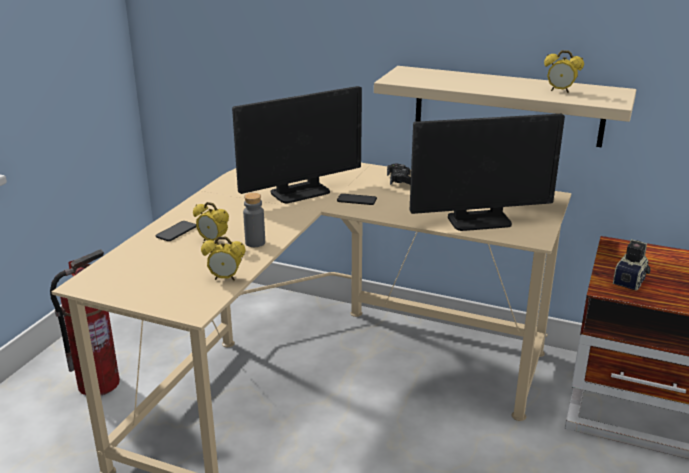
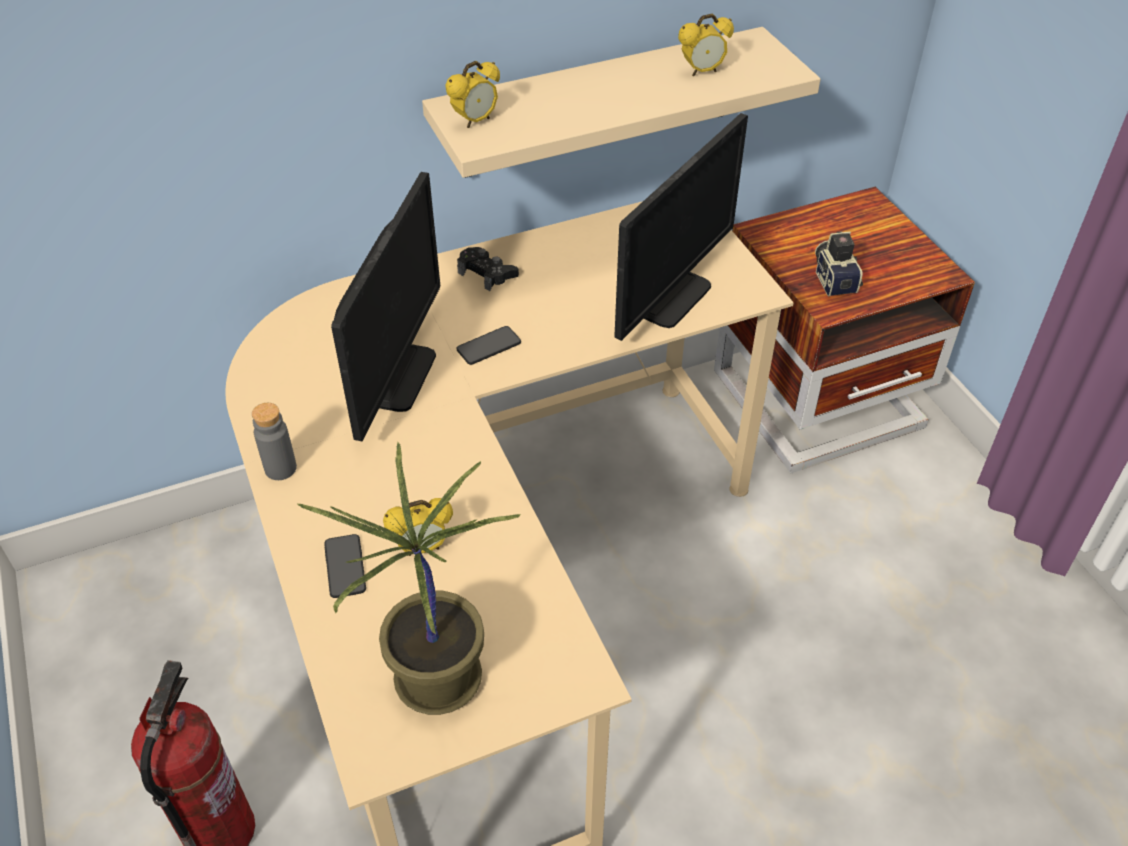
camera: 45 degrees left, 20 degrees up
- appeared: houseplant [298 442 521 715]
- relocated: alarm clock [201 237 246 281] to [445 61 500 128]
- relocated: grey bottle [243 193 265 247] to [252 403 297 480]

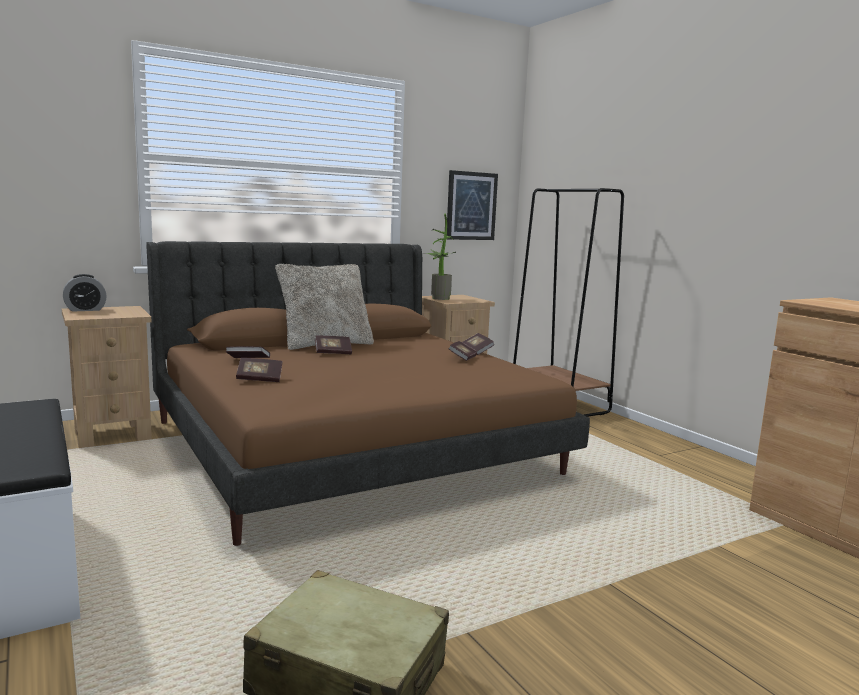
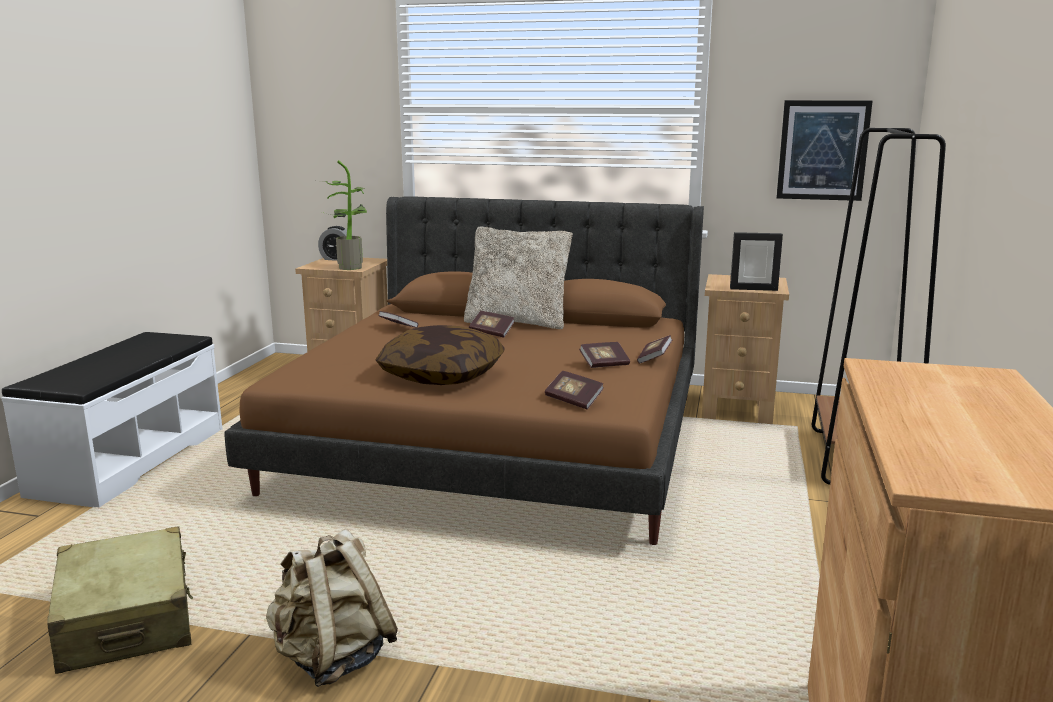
camera: 45 degrees right, 5 degrees up
- appeared: beige backpack [266 529 398 687]
- appeared: cushion [375 325 505 385]
- appeared: photo frame [730 232 783 291]
- relocated: volume [236 358 283 382] to [545 371 604 409]
- relocated: houseplant [424 214 456 300] to [316 160 367 270]

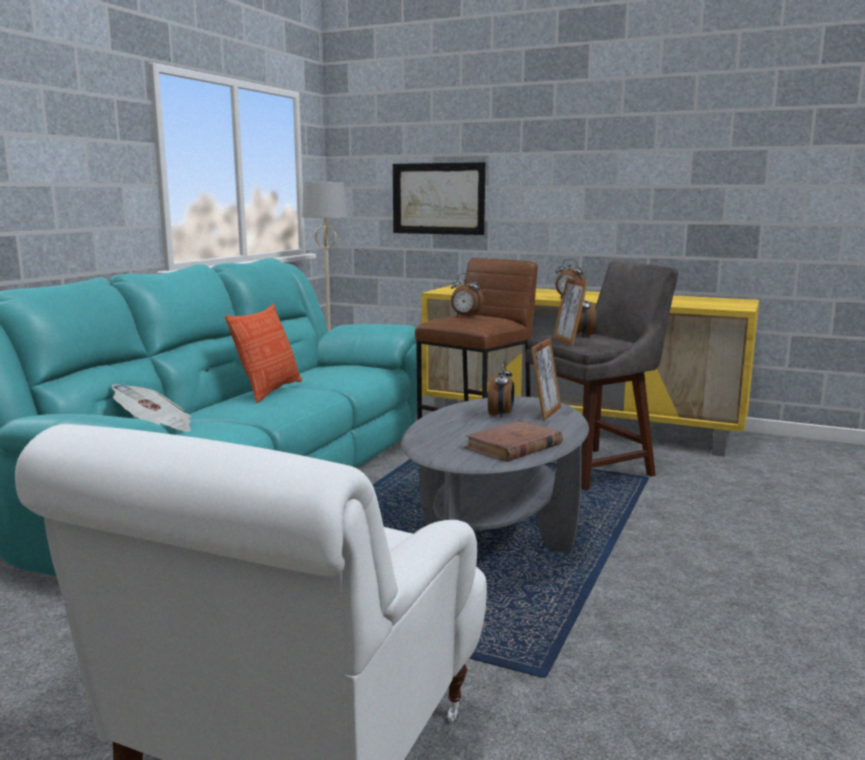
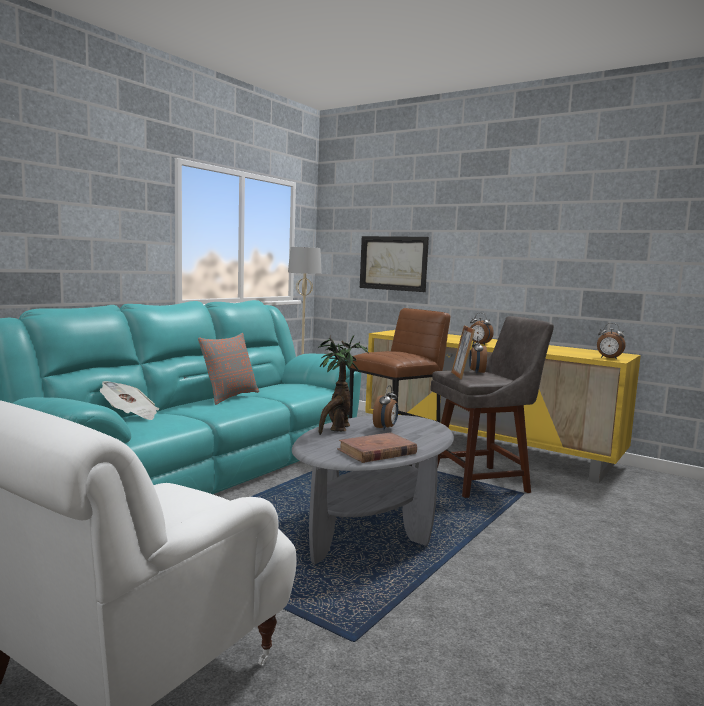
camera: 10 degrees right, 5 degrees down
- missing: photo frame [531 338 561 421]
- appeared: houseplant [318 335 369 435]
- relocated: alarm clock [451 273 484 317] to [597 323 626 359]
- colour: orangey cushion [225 304 302 403] to grey cushion [198 333 259 405]

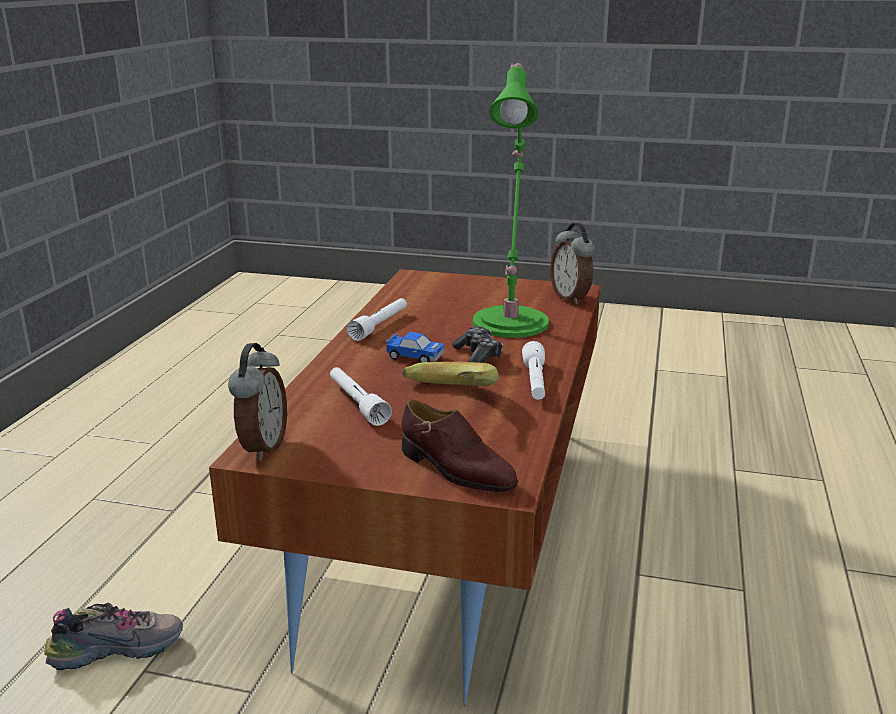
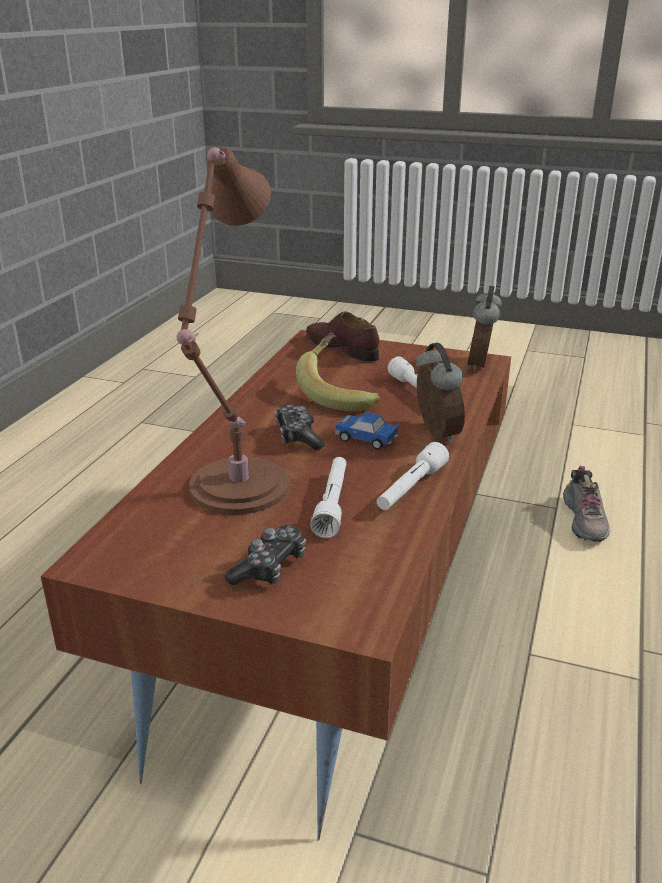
camera: 175 degrees left, 5 degrees up
- appeared: gamepad [225 525 306 585]
- relocated: white-coloured hand torch [522 341 545 400] to [310 457 347 538]
- relocated: alarm clock [550 223 595 305] to [416 343 465 444]
- colour: green table lamp [473 63 549 338] to brown-coloured table lamp [176 147 290 515]
- spun: low shoe [44 602 183 670] = [563 466 610 542] 75 degrees counterclockwise

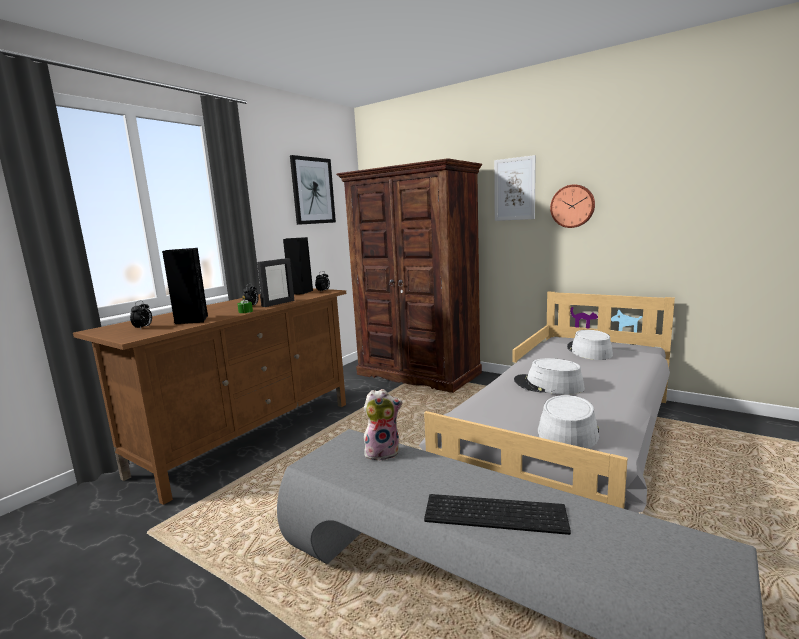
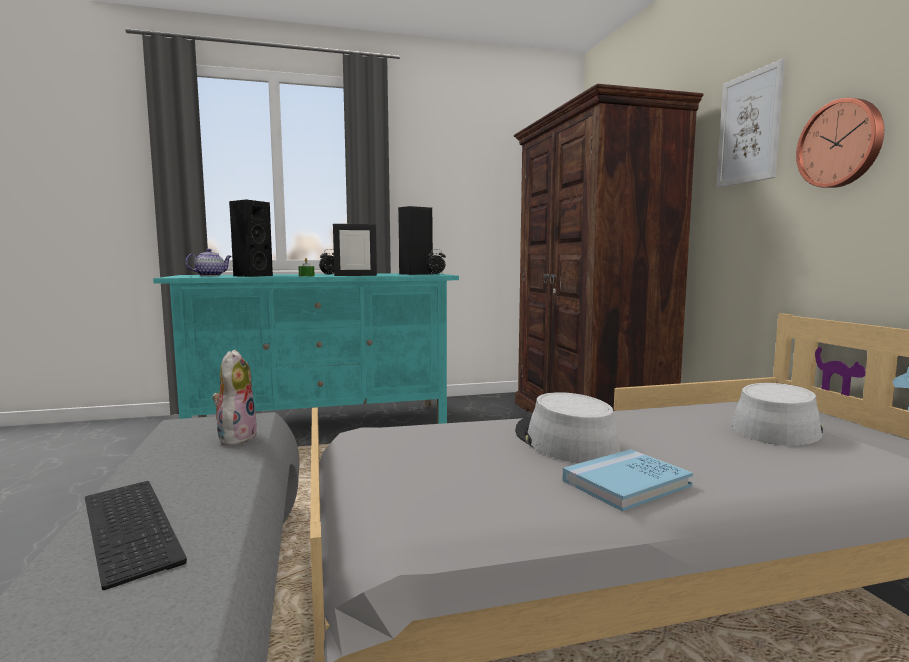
camera: 40 degrees right, 5 degrees down
- missing: picture [290 155 336 225]
- missing: grey clothing hat [538 395 599 449]
- appeared: blue volume [562 449 693 511]
- exchanged: alarm clock [130 300 152 329] to tea pot [185 249 232 276]
- colour: brown-coloured drawer chest [73 288 346 505] to turquoise drawer chest [153 273 459 424]
- spun: cuddly toy [363 389 403 462] = [212 349 258 446] 120 degrees counterclockwise

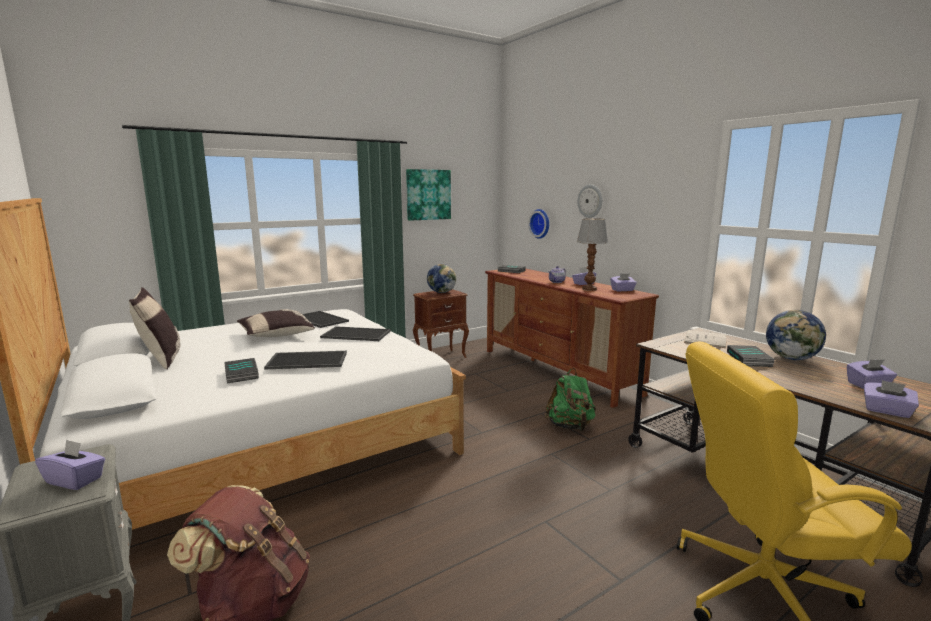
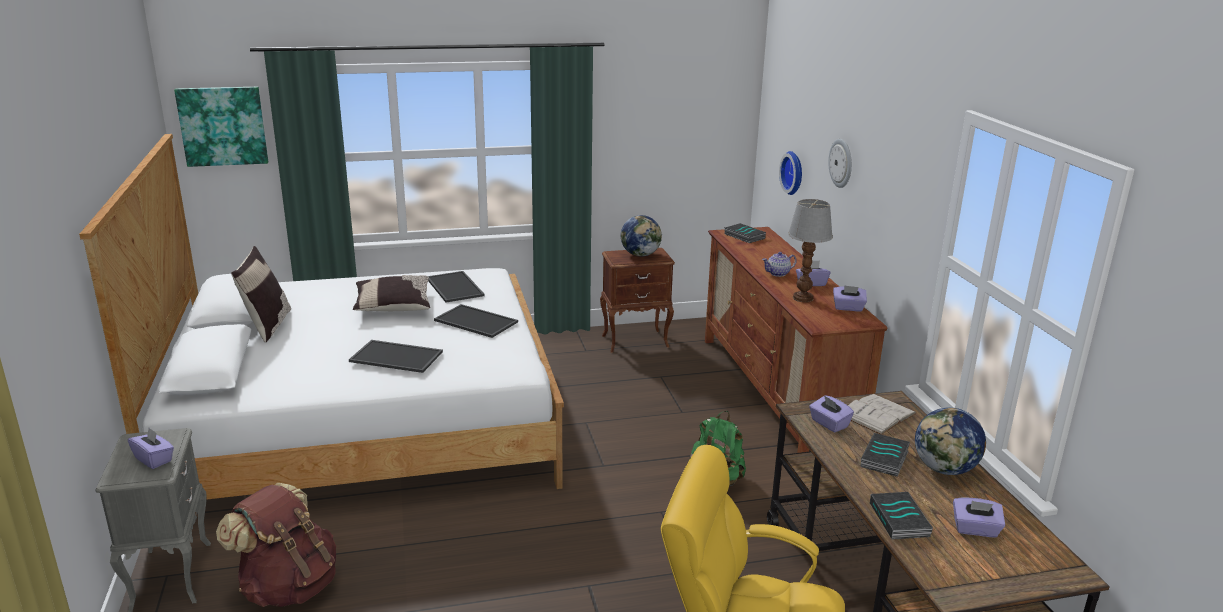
camera: 20 degrees right, 10 degrees up
- relocated: volume [224 358 259 383] to [870 492 933 540]
- relocated: picture [406 169 451 221] to [174 87 268 167]
- relocated: purple-coloured tissue box [864 380 919 418] to [809 395 854 432]

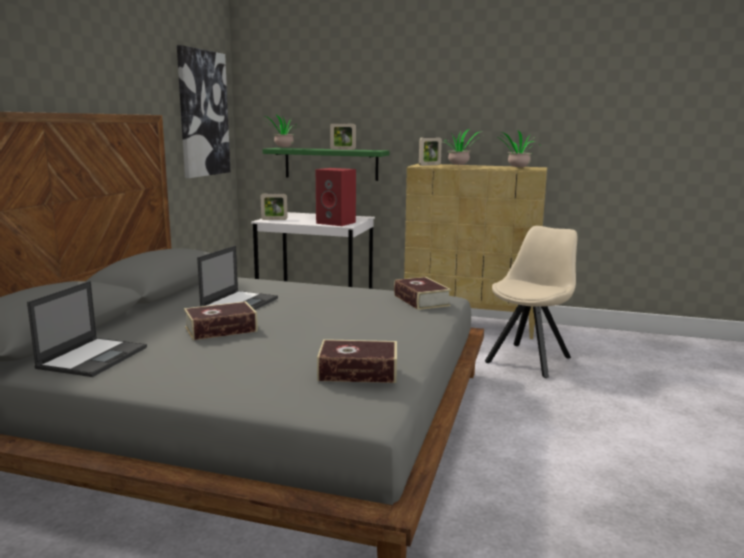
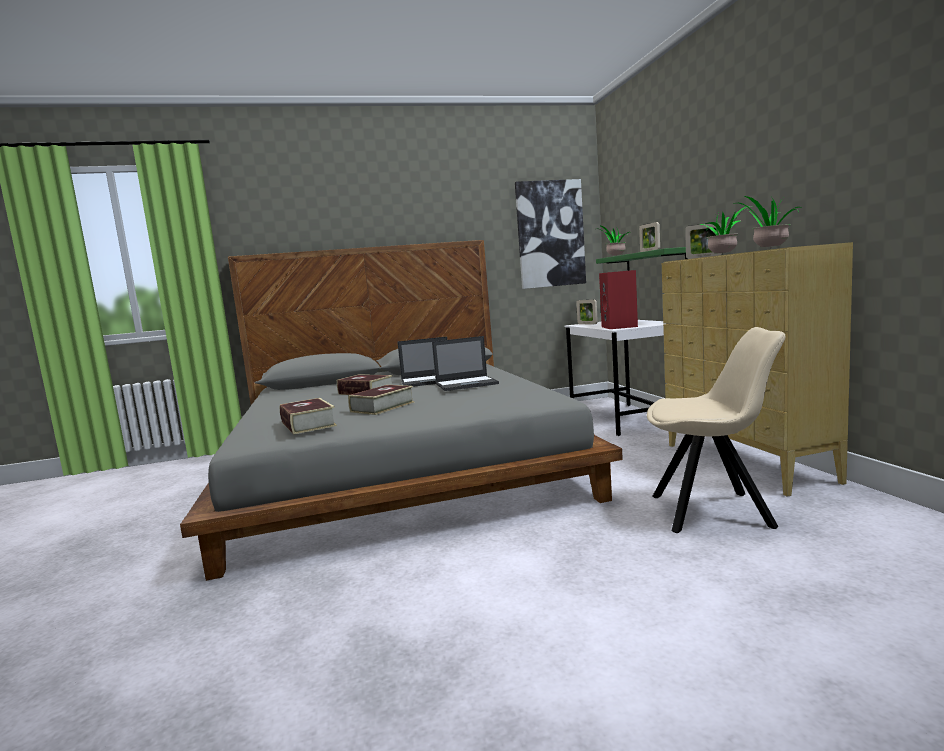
camera: 60 degrees right, 5 degrees down
- relocated: notebook computer [27 281 147 377] to [432 336 499 391]
- relocated: volume [394 277 451 310] to [348 385 415 415]

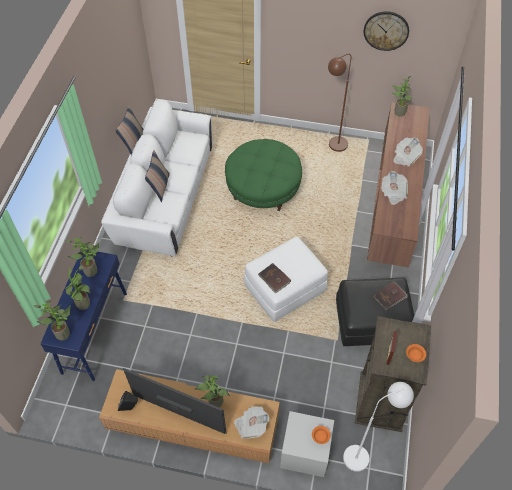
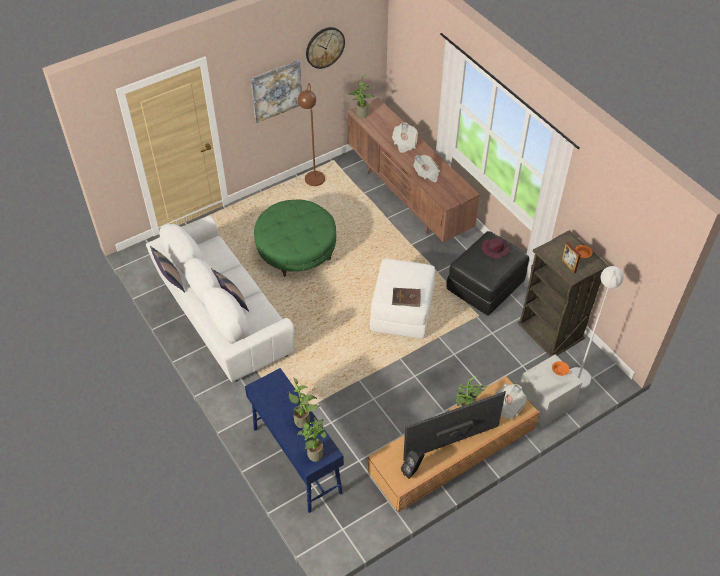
camera: 45 degrees left, 5 degrees down
- missing: houseplant [65 237 99 277]
- appeared: picture [251 60 302 123]
- exchanged: brown-coloured volume [373 281 407 310] to purple-coloured clothing hat [481 238 509 258]

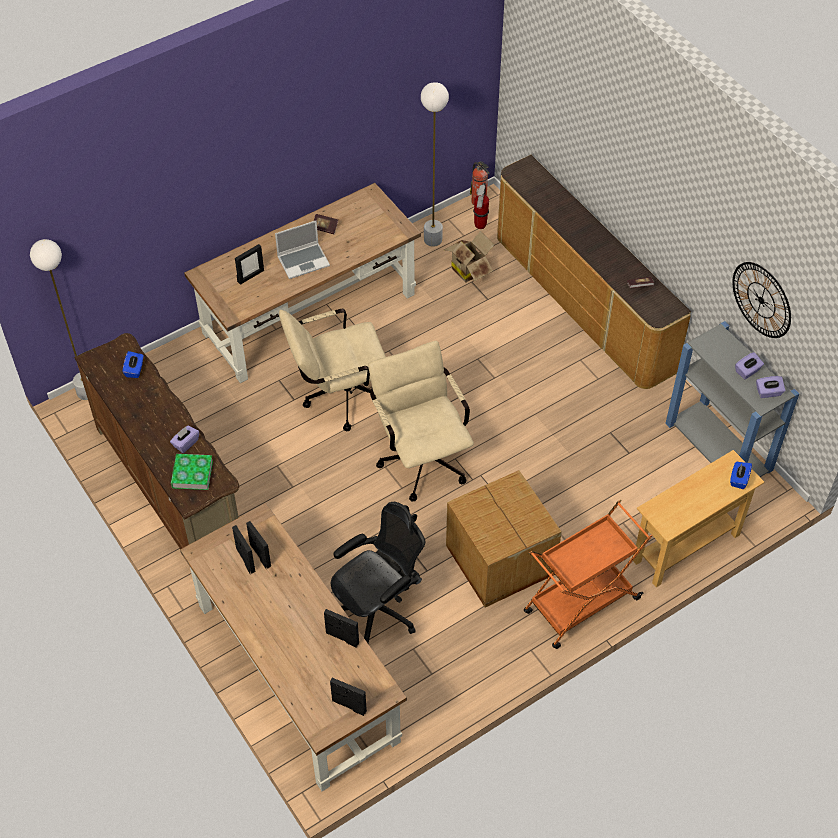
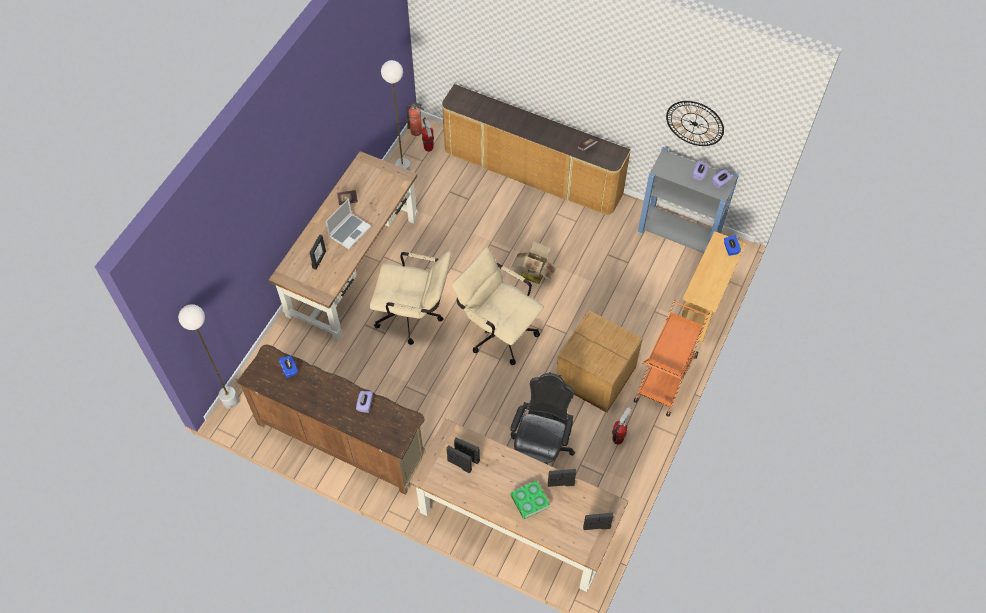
camera: 30 degrees left, 5 degrees up
- appeared: extinguisher [612 406 632 445]
- relocated: volume [171 454 213 490] to [510 480 550 520]
- relocated: carton [444 231 494 283] to [511 241 557 284]
- spun: beige desk chair [279 309 386 431] = [369 251 451 345] 120 degrees counterclockwise

